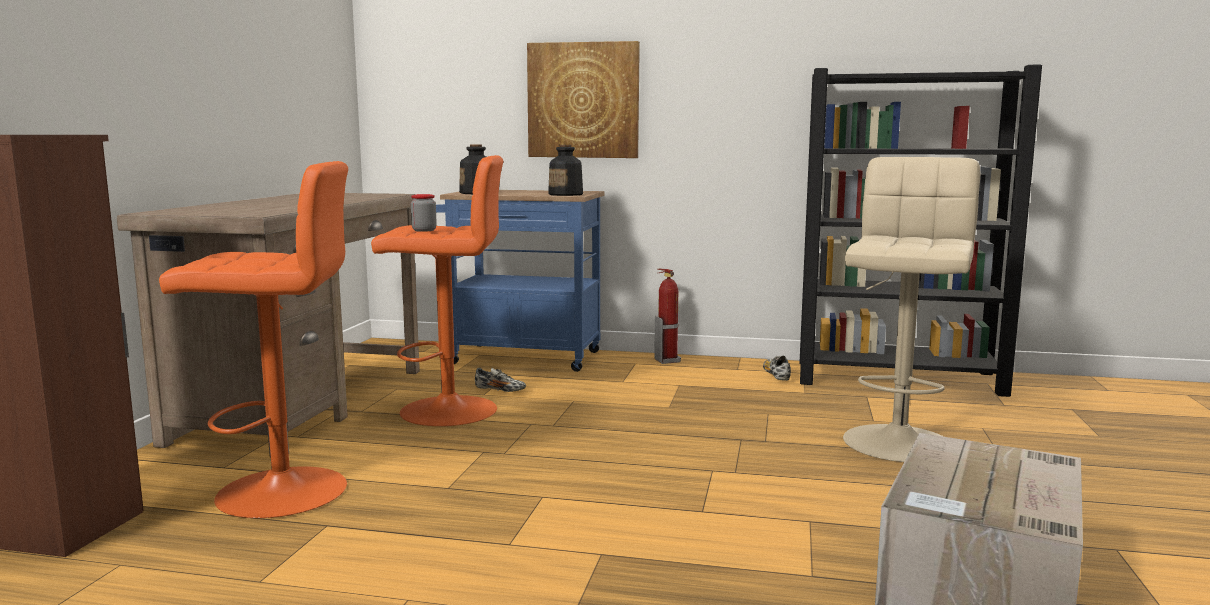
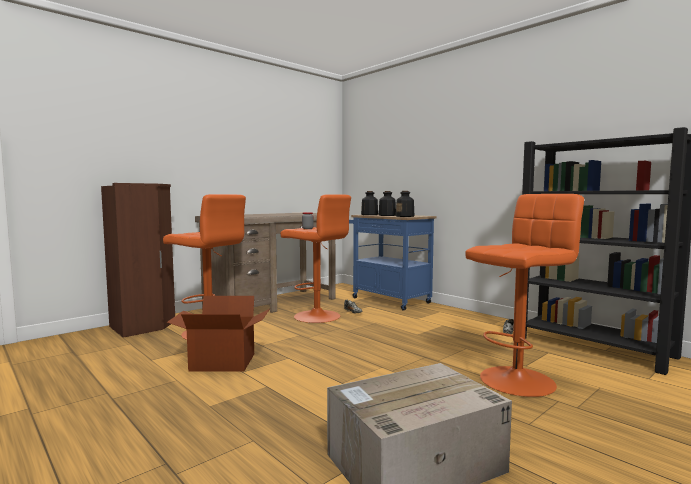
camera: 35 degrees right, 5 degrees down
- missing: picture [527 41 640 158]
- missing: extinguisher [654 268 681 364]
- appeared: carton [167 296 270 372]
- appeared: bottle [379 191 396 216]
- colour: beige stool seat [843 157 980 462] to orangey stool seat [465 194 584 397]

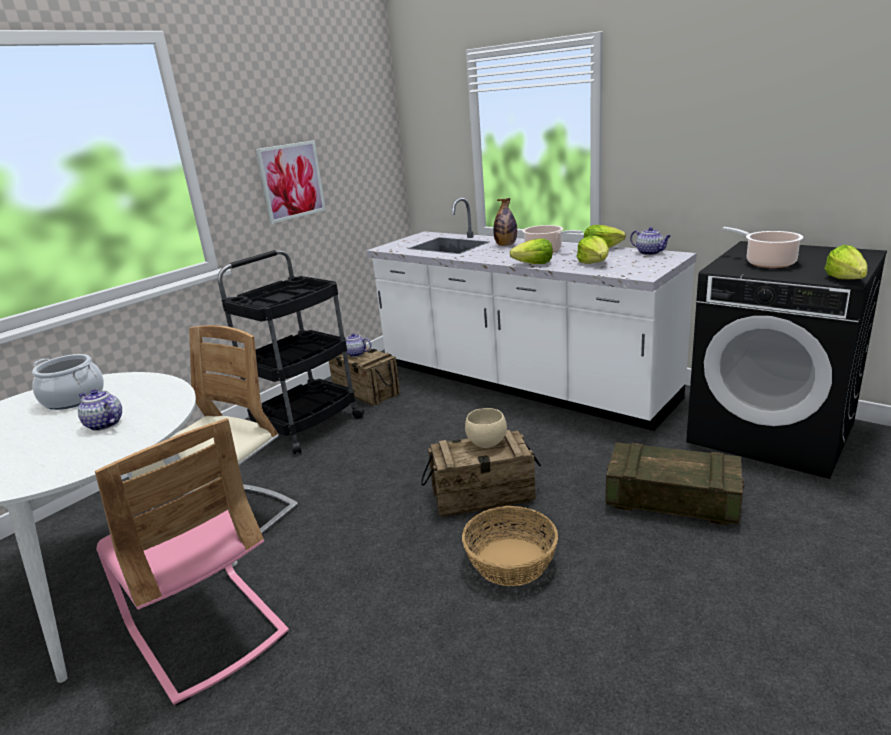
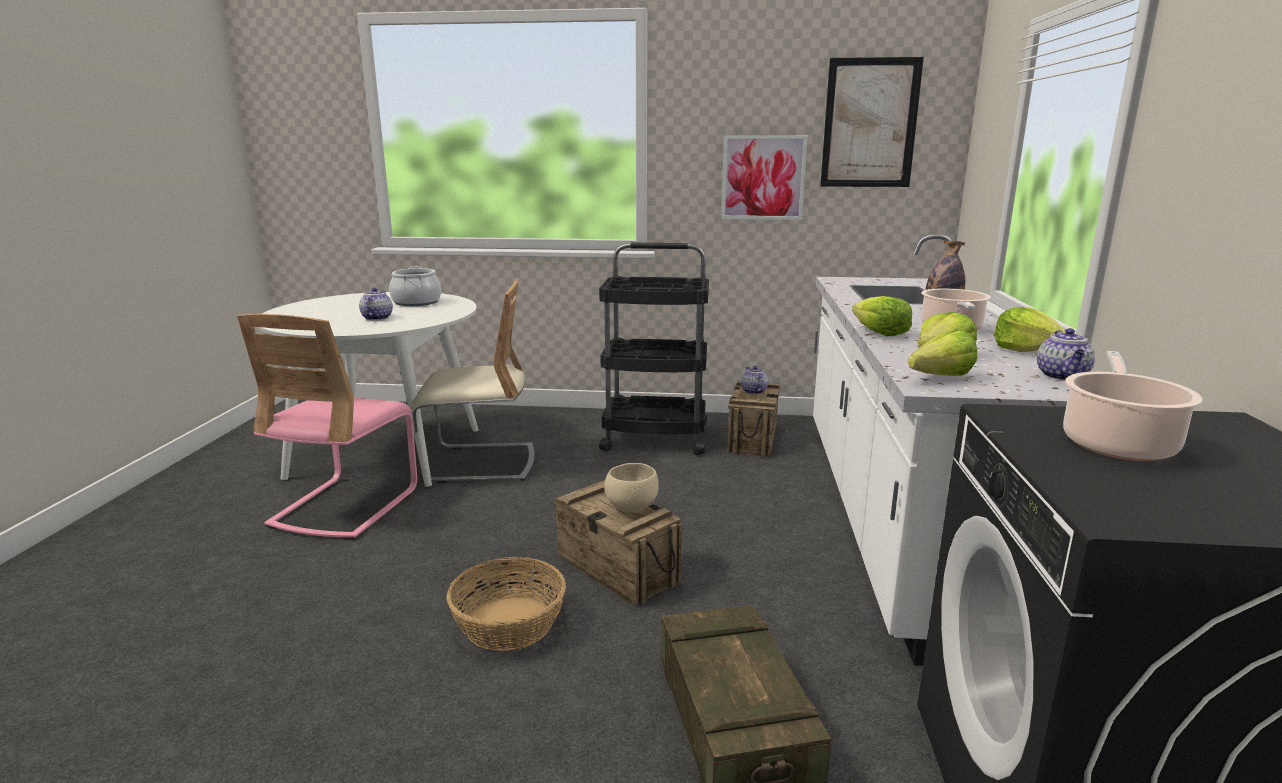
camera: 55 degrees right, 5 degrees down
- appeared: picture [820 57 924 187]
- relocated: head of lettuce [824 245 868 279] to [908 330 977 376]

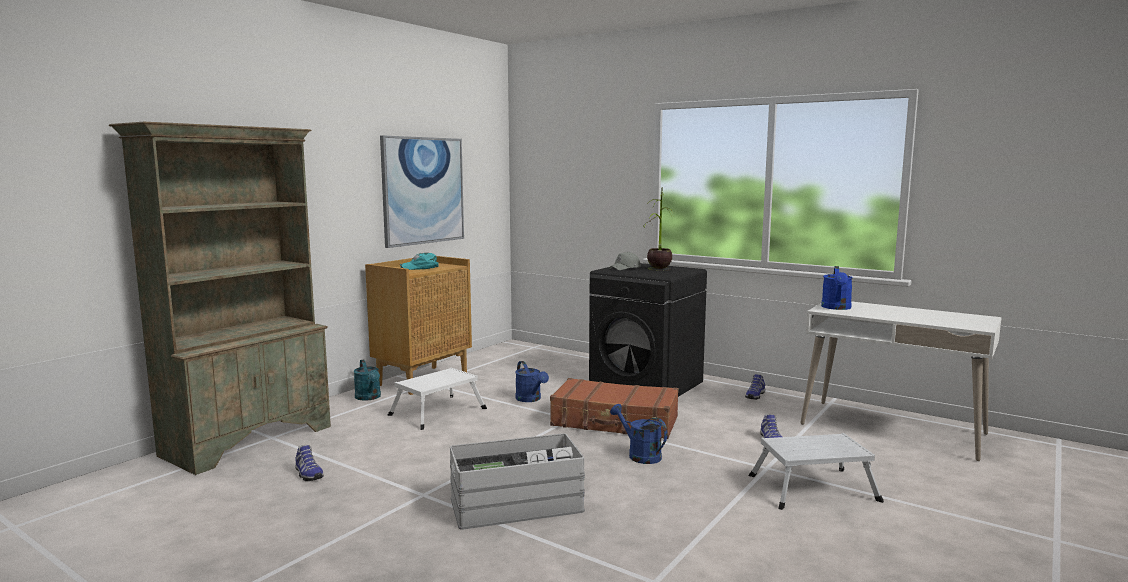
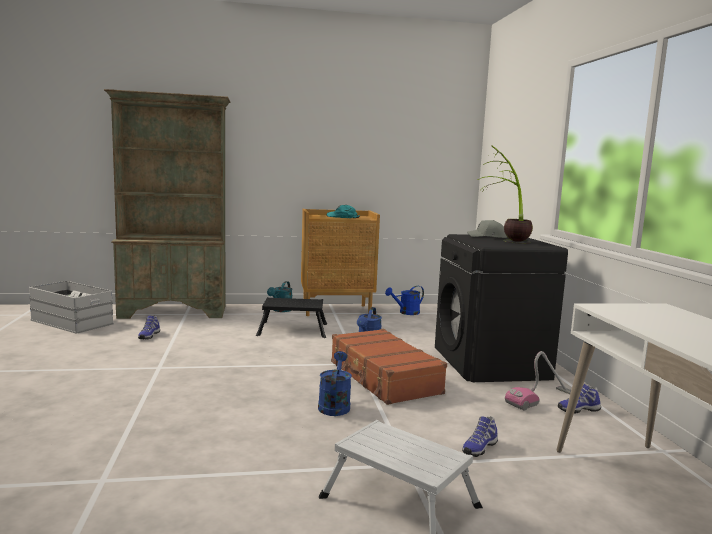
camera: 45 degrees right, 0 degrees up
- missing: picture [380 135 464 248]
- appeared: hoover [505 351 571 411]
- relocated: grey storage bin [450 433 585 530] to [29 281 114 333]
- relocated: blue watering can [821 266 853 310] to [385 286 424 315]
- colour: white-coloured step stool [387 368 487 430] to black-coloured step stool [256 297 327 338]

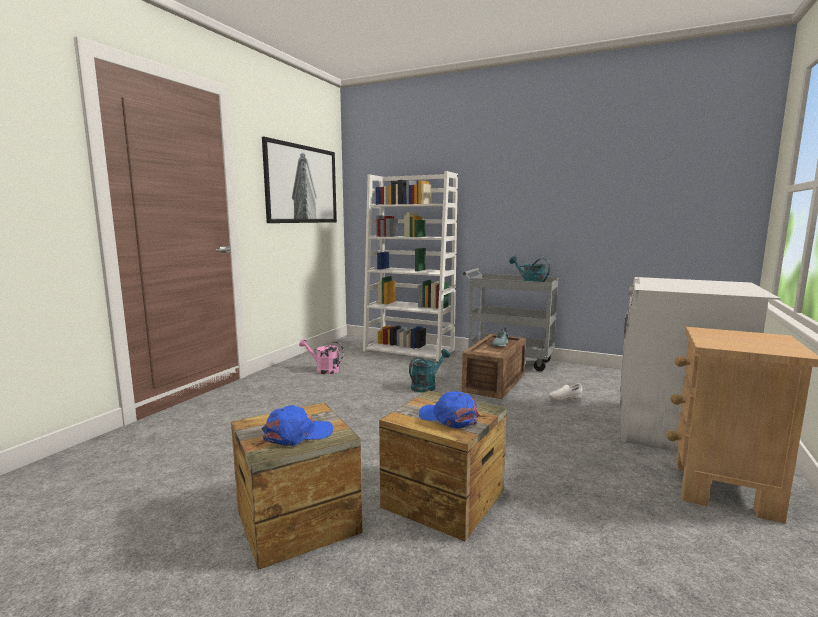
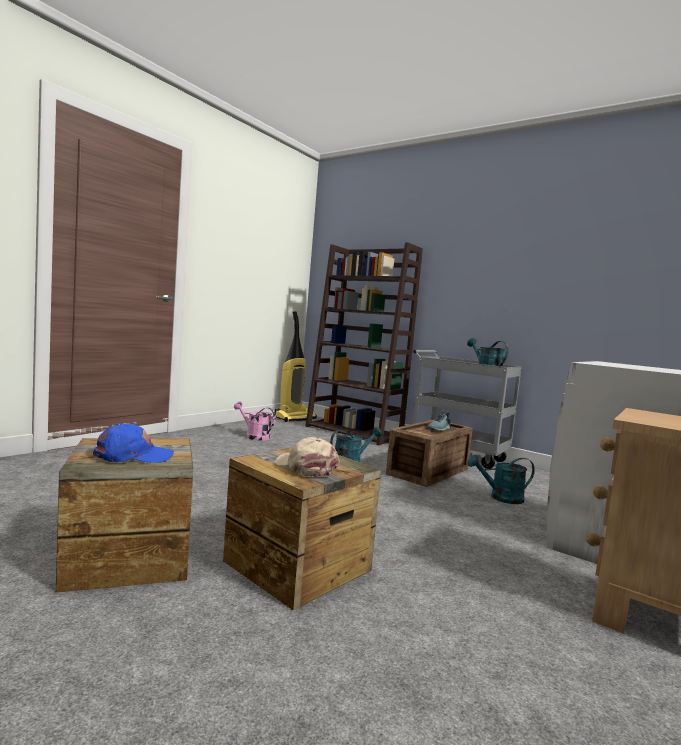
camera: 10 degrees right, 5 degrees down
- missing: picture [262 137 337 223]
- appeared: hoover [275 311 317 422]
- exchanged: white-coloured low shoe [549 383 582 402] to turquoise watering can [467 454 535 504]
- colour: white-coloured shelving unit [363 171 458 362] to brown-coloured shelving unit [305 242 423 445]
- colour: blue peaked cap [419 391 480 429] to beige peaked cap [275 437 340 477]

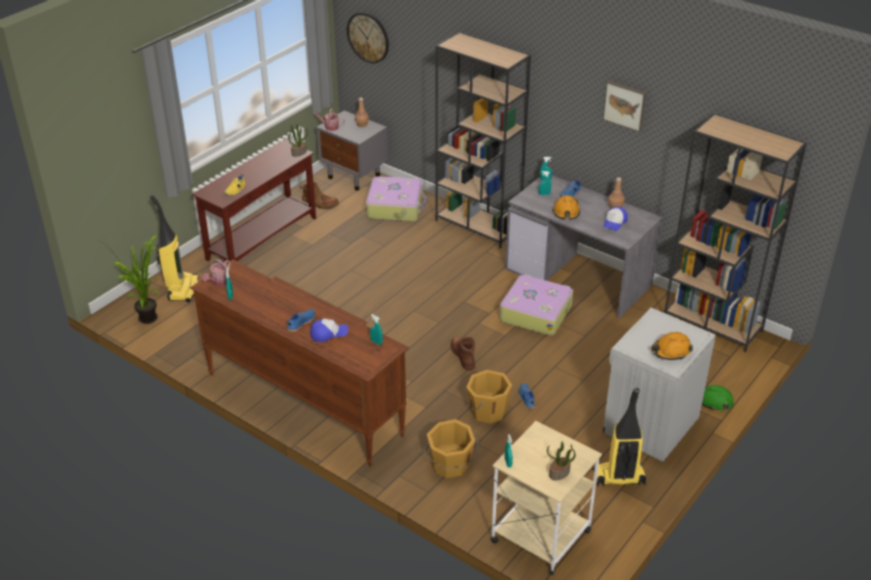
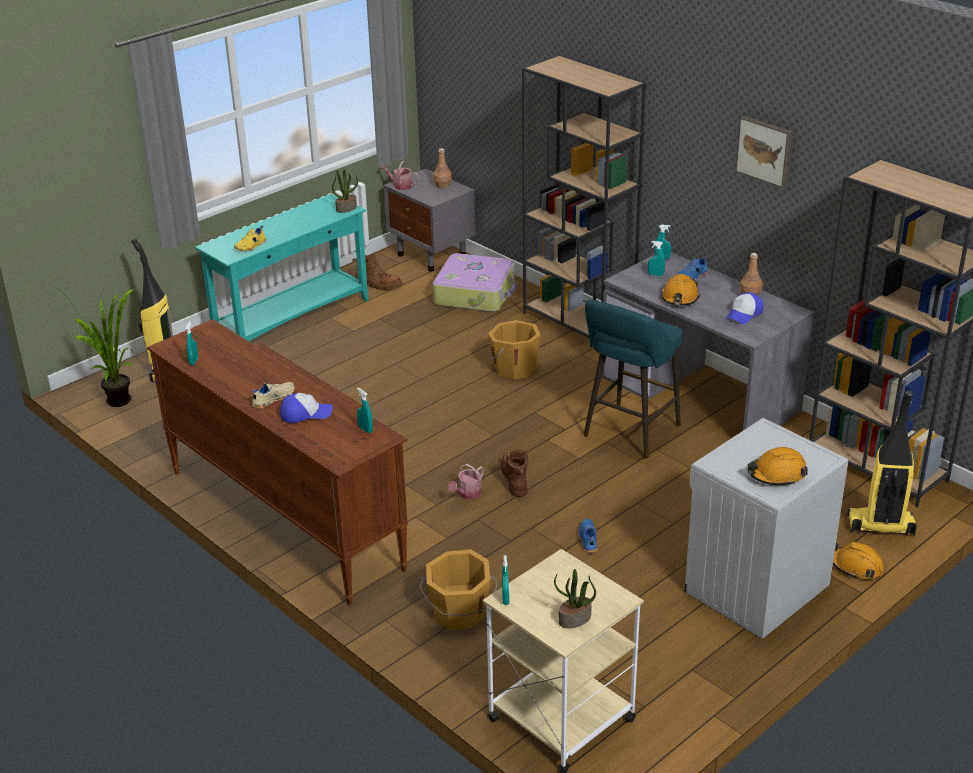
camera: 10 degrees right, 5 degrees down
- missing: wall clock [347 12 389 63]
- relocated: watering can [202 259 230 286] to [448 464 484 499]
- relocated: orangey water bucket [466 370 512 424] to [488 320 541 379]
- relocated: hoover [593 388 646 486] to [847 390 917 537]
- exchanged: suitcase [499 275 573 336] to turquoise stool seat [583 299 683 458]
- colour: brown-coloured hall table [192 140 316 261] to turquoise hall table [195 194 368 341]
- colour: blue low shoe [287 309 315 332] to beige low shoe [252 382 294 409]
- colour: green safety helmet [702 385 734 411] to orangey safety helmet [833 542 884 579]

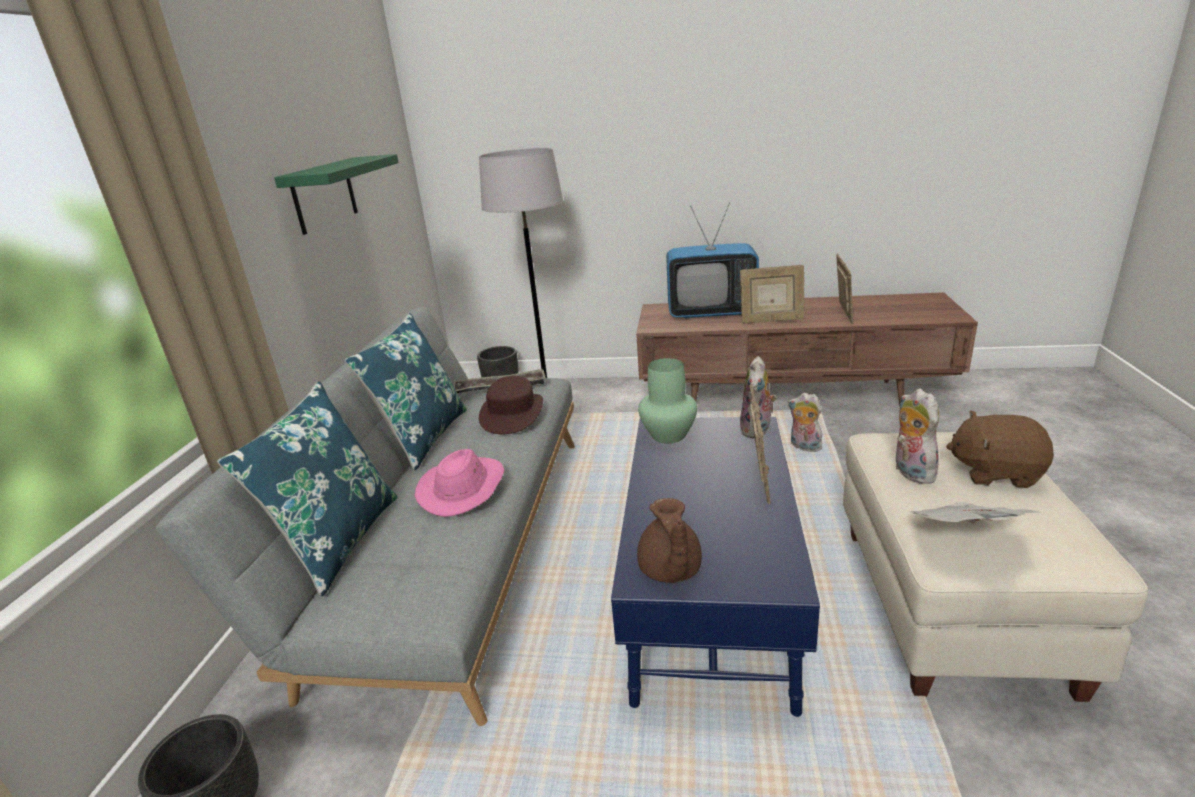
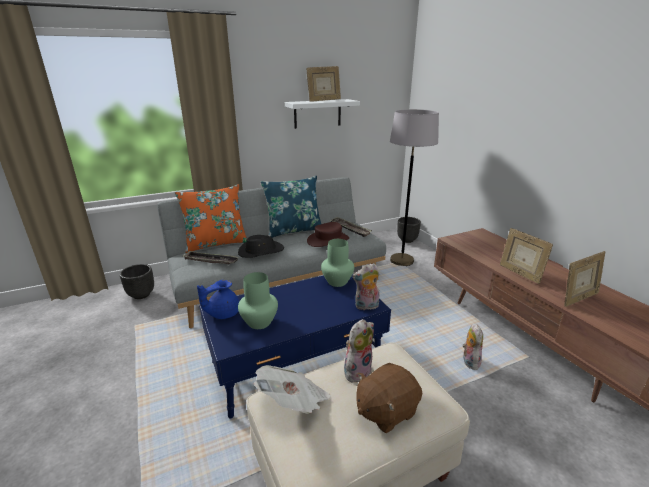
camera: 55 degrees right, 0 degrees up
- missing: TV set [666 202 759 319]
- appeared: carrying tray [183 251 239 264]
- appeared: green flower vase [238 272 278 329]
- relocated: photo frame [750 383 771 504] to [306 66 341 102]
- colour: blue cushion [217 382 397 596] to orangey cushion [175 184 247 253]
- colour: green wall shelf [274 154 399 235] to white-coloured wall shelf [285 99 360 129]
- colour: pinkish clothing hat [415 449 505 517] to black-coloured clothing hat [238 235 284 258]
- colour: brown-coloured tea pot [637 498 702 583] to blue tea pot [197 280 239 319]
- spun: brown-coloured cuddly toy [946 410 1054 488] = [357 363 422 433] 105 degrees counterclockwise

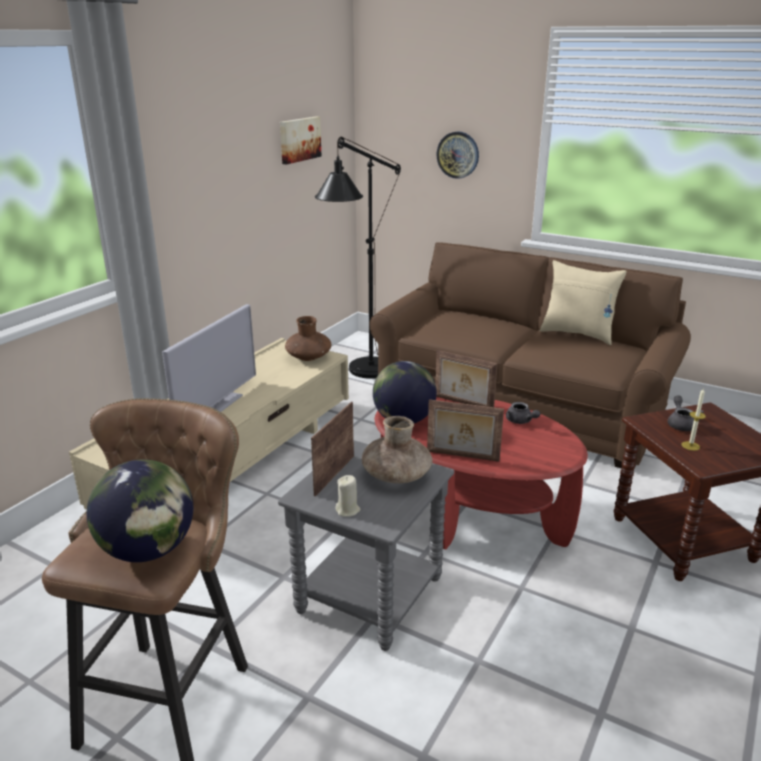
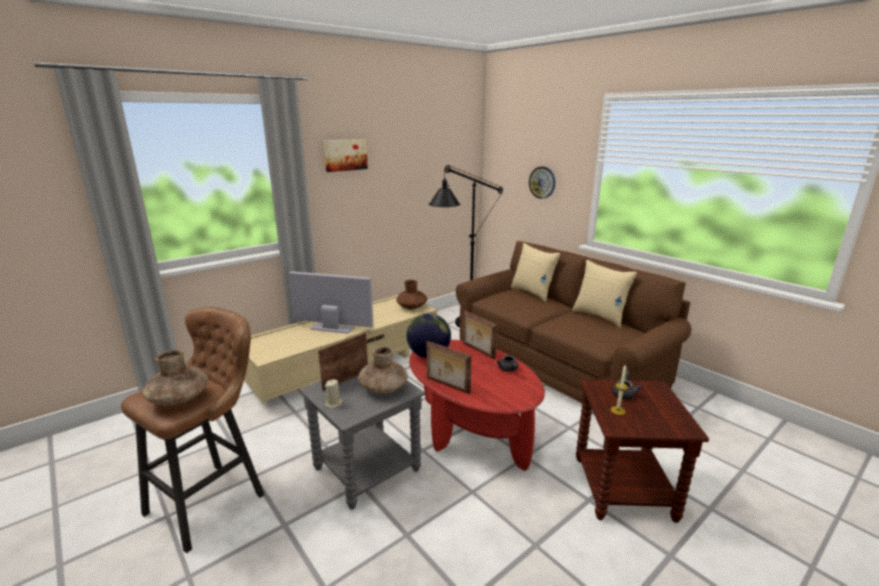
camera: 20 degrees right, 5 degrees down
- appeared: beige cushion [511 243 560 302]
- relocated: picture [280 117 321 164] to [324 139 368 172]
- exchanged: desk globe [87 459 193 562] to brown-coloured flower vase [143 349 208 405]
- spun: TV set [162 304 256 412] = [289 271 373 334] 120 degrees counterclockwise

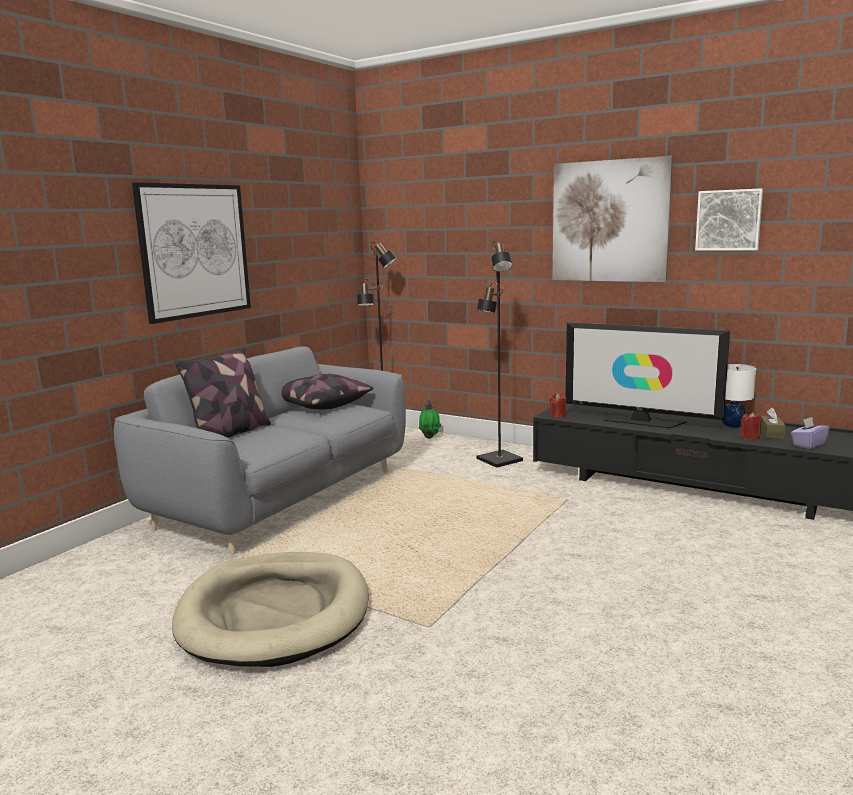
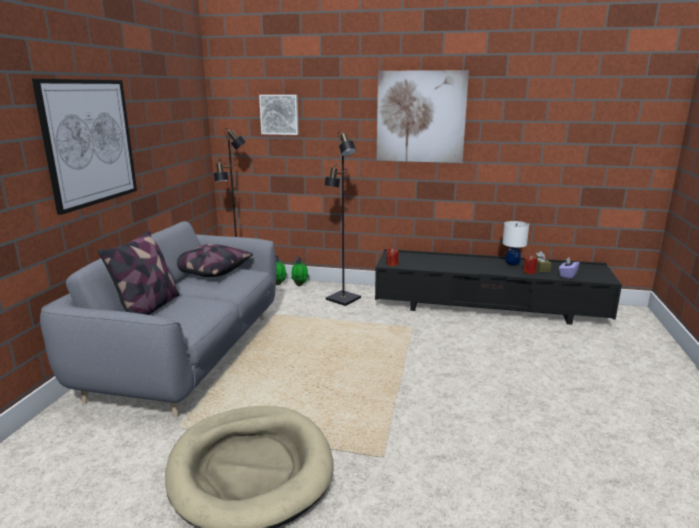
camera: 20 degrees left, 5 degrees up
- missing: TV set [566 322 730 428]
- appeared: houseplant [291 256 309 286]
- relocated: picture [695 188 763 251] to [259 95 299 135]

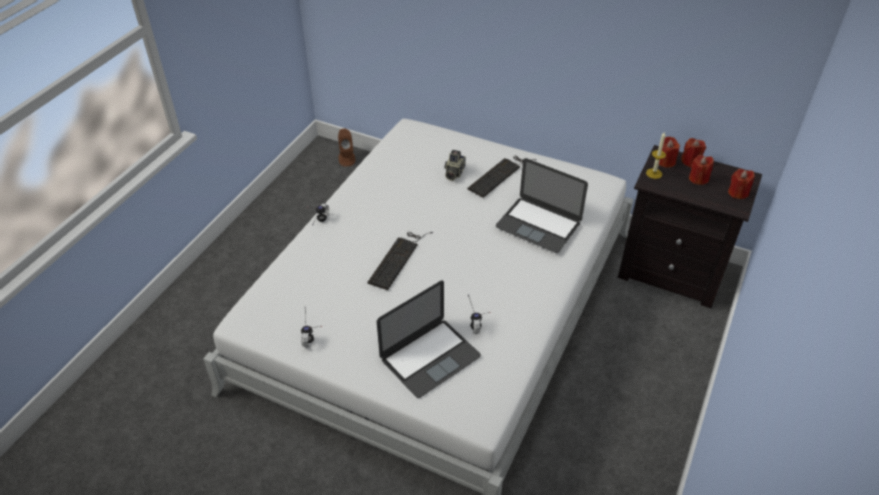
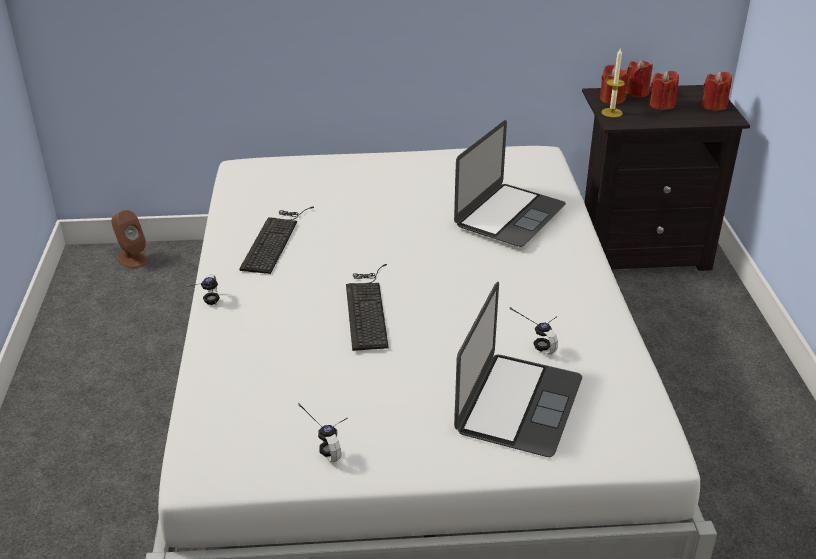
camera: 30 degrees left, 10 degrees down
- missing: photo camera [444 150 466 181]
- relocated: computer keyboard [467 156 537 198] to [239 206 314 274]
- spun: notebook computer [496 158 588 253] = [454 120 566 247] 60 degrees counterclockwise

